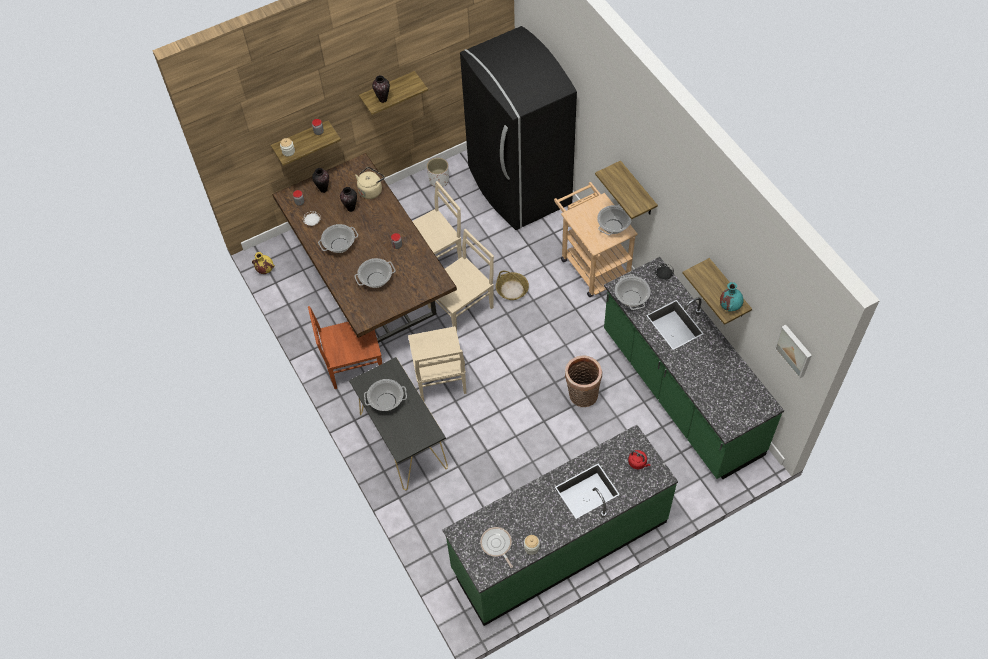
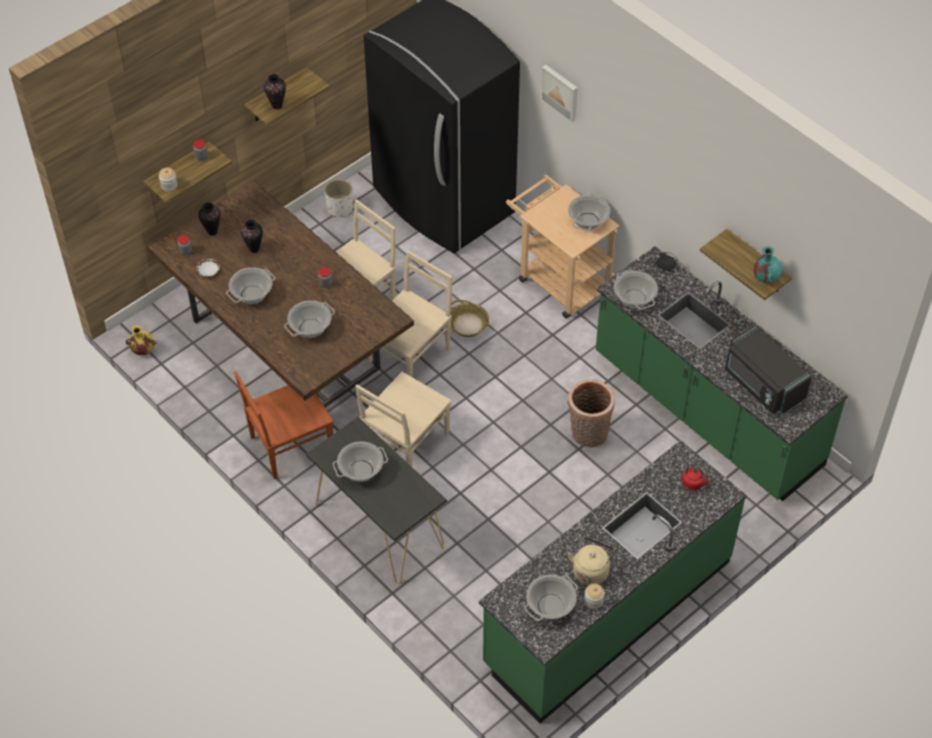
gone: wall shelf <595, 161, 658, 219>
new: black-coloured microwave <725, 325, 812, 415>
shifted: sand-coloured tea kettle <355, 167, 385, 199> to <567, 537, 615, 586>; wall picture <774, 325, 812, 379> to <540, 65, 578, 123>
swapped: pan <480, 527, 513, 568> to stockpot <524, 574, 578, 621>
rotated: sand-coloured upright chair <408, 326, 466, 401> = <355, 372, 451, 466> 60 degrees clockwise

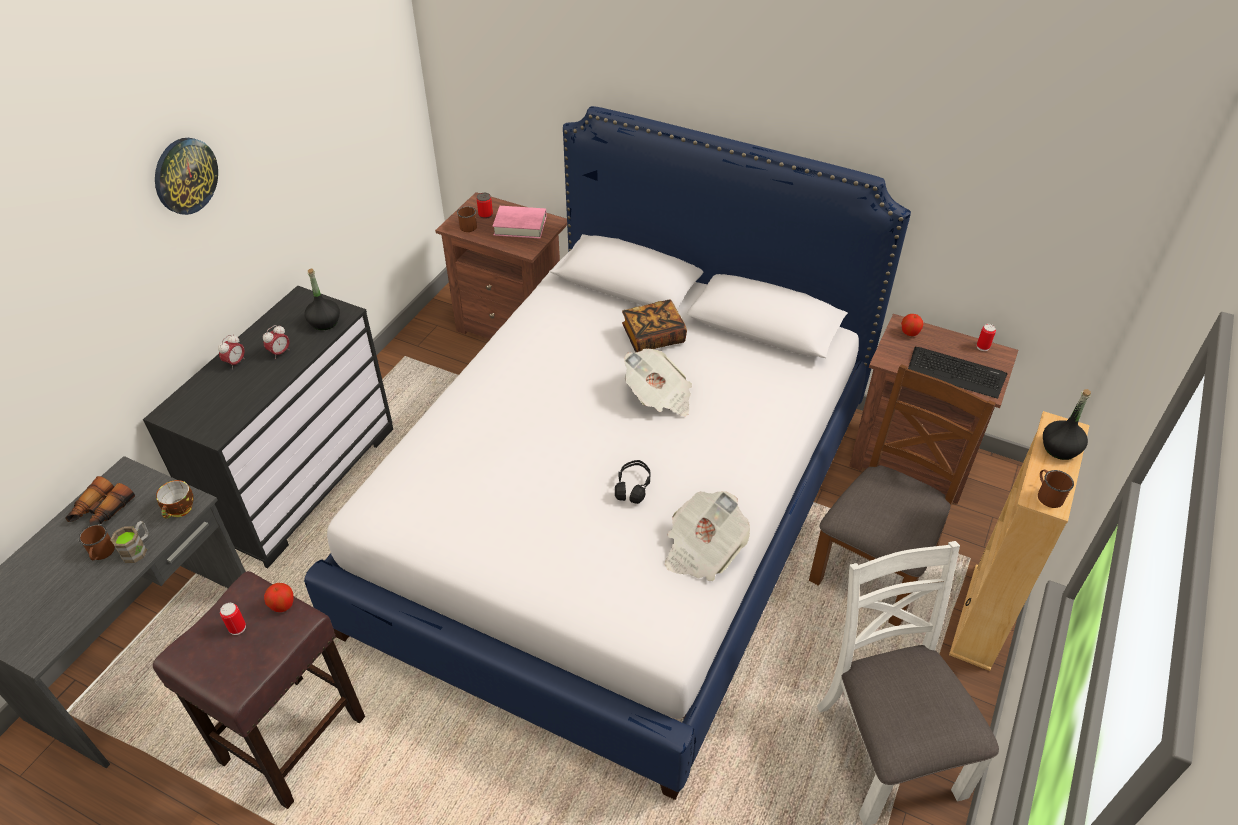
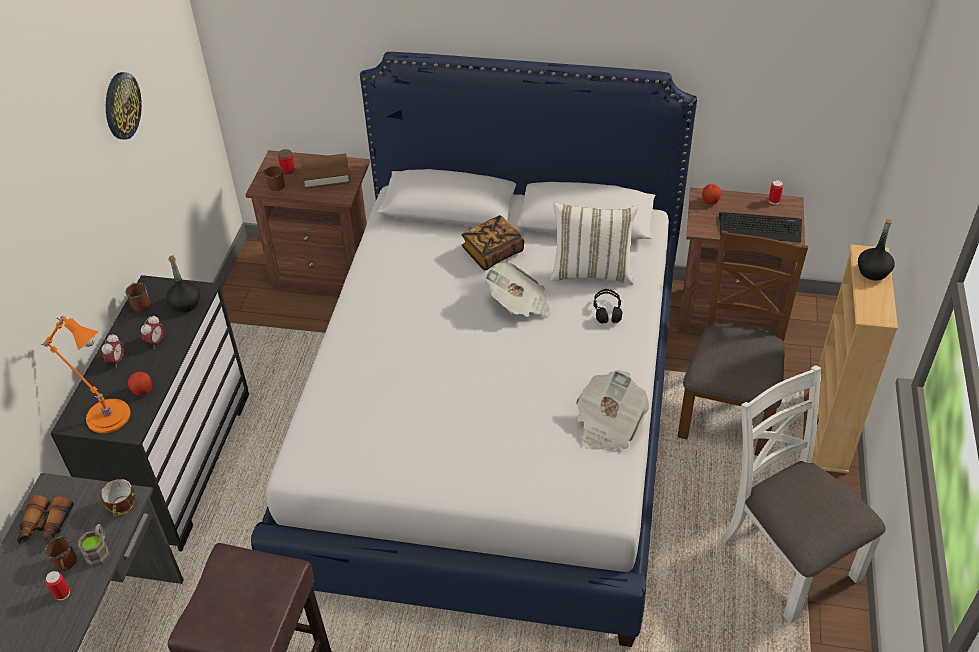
new: orangey tabletop lamp <41, 316, 130, 433>; whitish throw pillow <550, 203, 638, 285>
shifted: hanging clock <155, 138, 218, 215> to <106, 72, 142, 140>; sealed can <220, 603, 246, 635> to <46, 571, 70, 600>; apple fruit <264, 583, 294, 612> to <128, 372, 152, 395>; black-coloured pair of headphones <615, 460, 651, 504> to <594, 289, 622, 323>; brown tea mug <1038, 470, 1074, 508> to <125, 283, 151, 311>
repainted: pink-coloured book <493, 206, 546, 239> to brown book <301, 153, 350, 189>

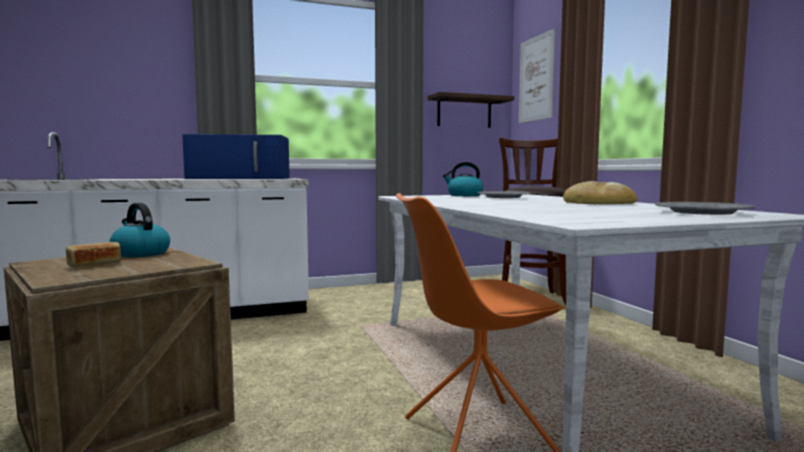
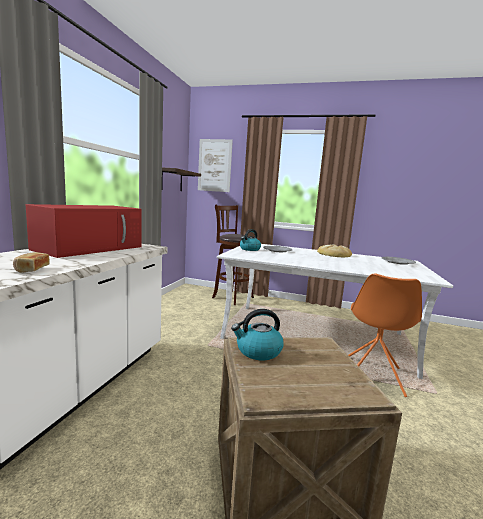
shifted: bread <66, 242, 122, 266> to <13, 252, 50, 273>
repainted: blue microwave <182, 134, 290, 179> to reddish microwave <26, 204, 142, 258>

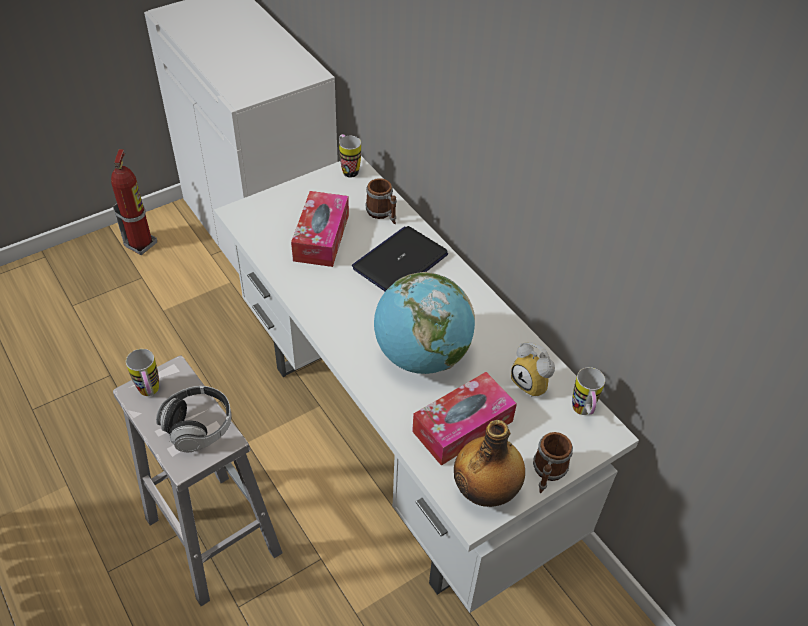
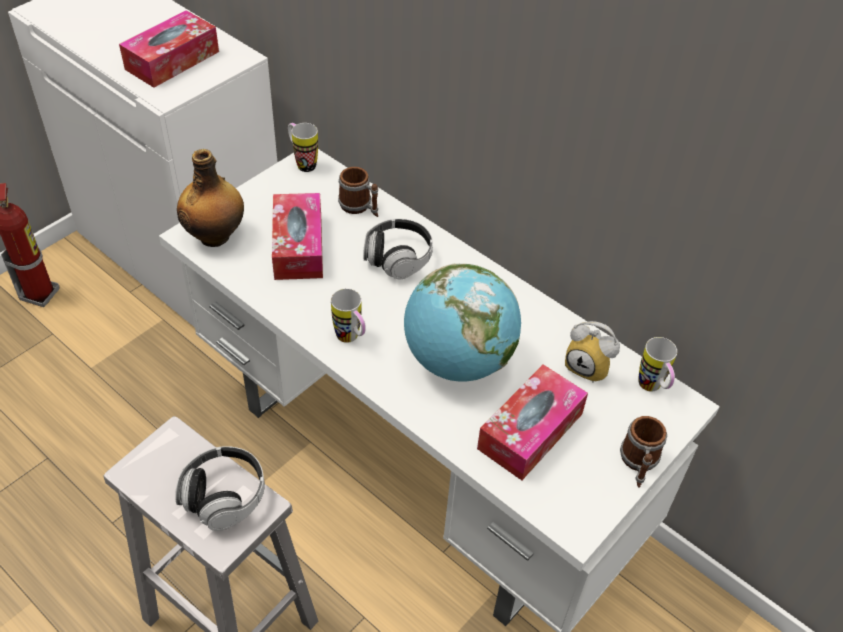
new: box of tissues <119, 10, 219, 88>
shifted: tea mug <126, 349, 159, 396> to <331, 288, 366, 343>; drink bottle <454, 420, 525, 507> to <177, 149, 244, 247>
swapped: portable computer <352, 226, 448, 291> to pair of headphones <363, 219, 433, 279>

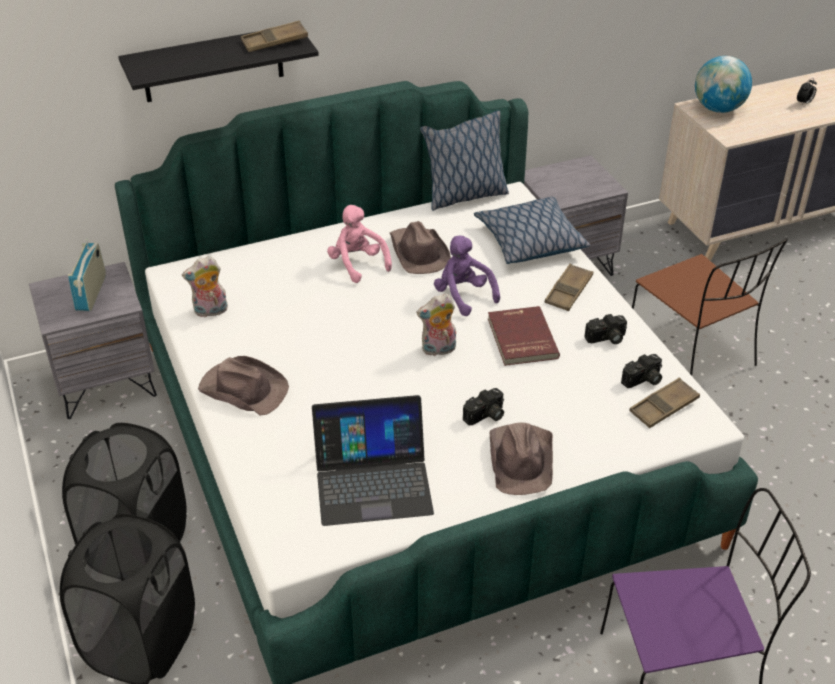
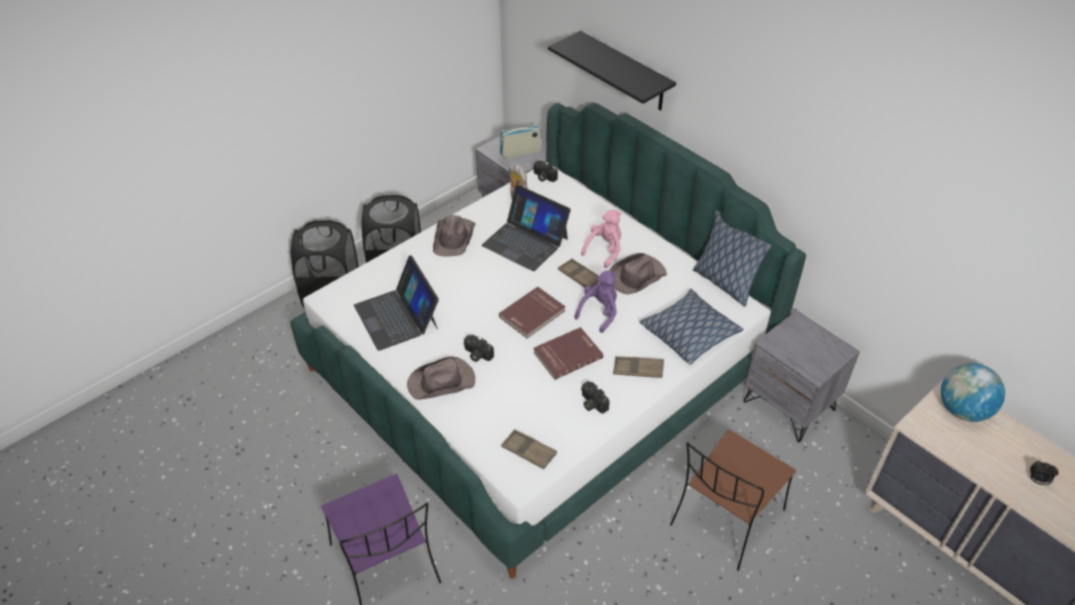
new: portable computer <482, 185, 571, 271>
shifted: brown serving tray <241, 21, 308, 52> to <558, 258, 599, 288>; still camera <621, 354, 662, 388> to <533, 161, 558, 182>
swapped: soft toy <416, 293, 456, 356> to reddish book <499, 287, 566, 338>

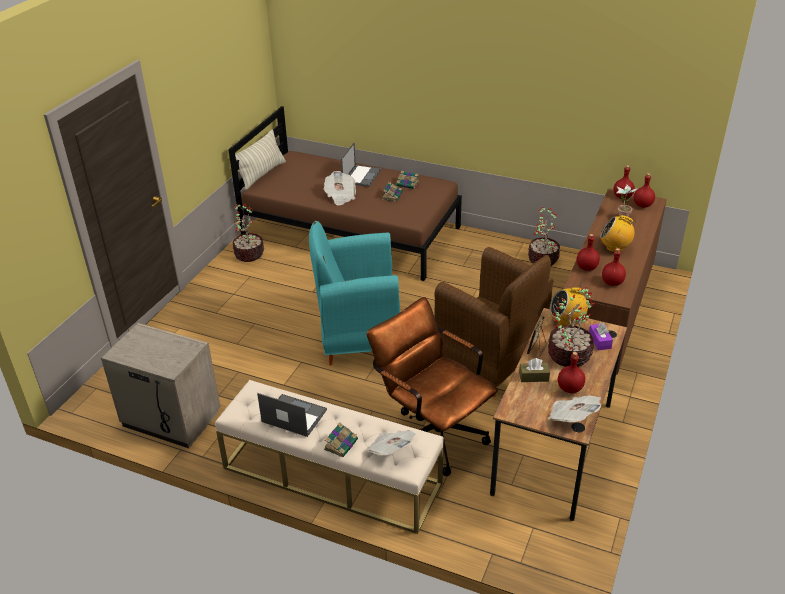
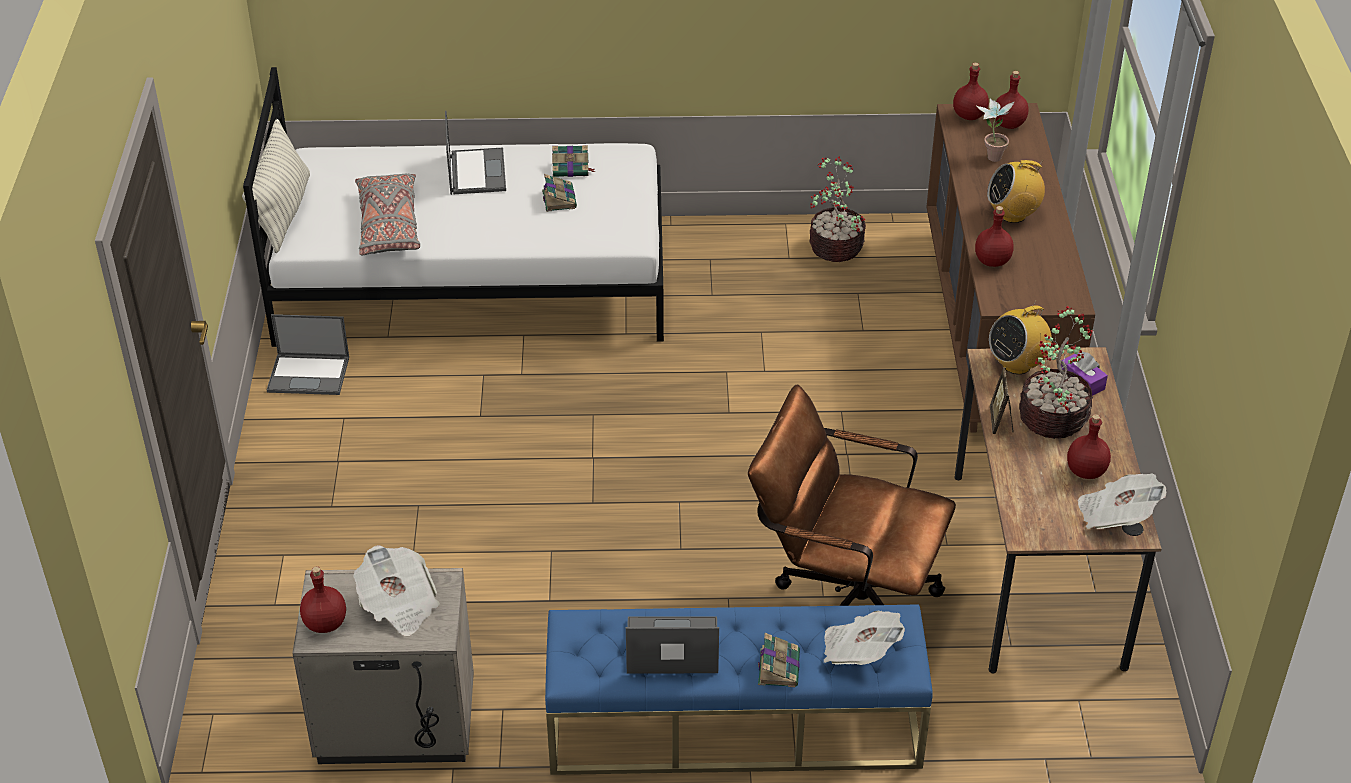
gone: blue-green armchair <309, 221, 400, 366>; brown armchair <434, 247, 553, 397>; brown box of tissues <519, 358, 550, 382>
new: gray throw pillow <355, 174, 420, 255>
shifted: daily paper <324, 171, 356, 206> to <353, 545, 440, 636>; reddish drink bottle <602, 248, 626, 286> to <300, 566, 346, 633>
swapped: plant in a pot <233, 204, 264, 262> to portable computer <267, 314, 349, 395>
repainted: sand-coloured indoor bench <215, 380, 444, 534> to blue indoor bench <545, 604, 933, 775>; brown bed <228, 106, 462, 281> to whitish bed <243, 67, 664, 347>

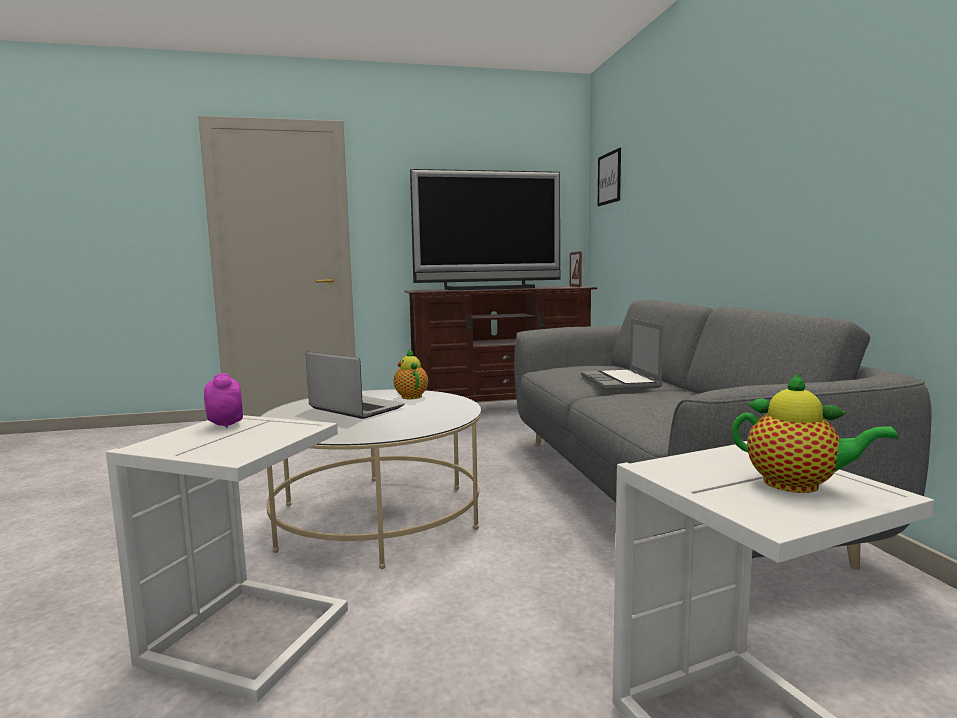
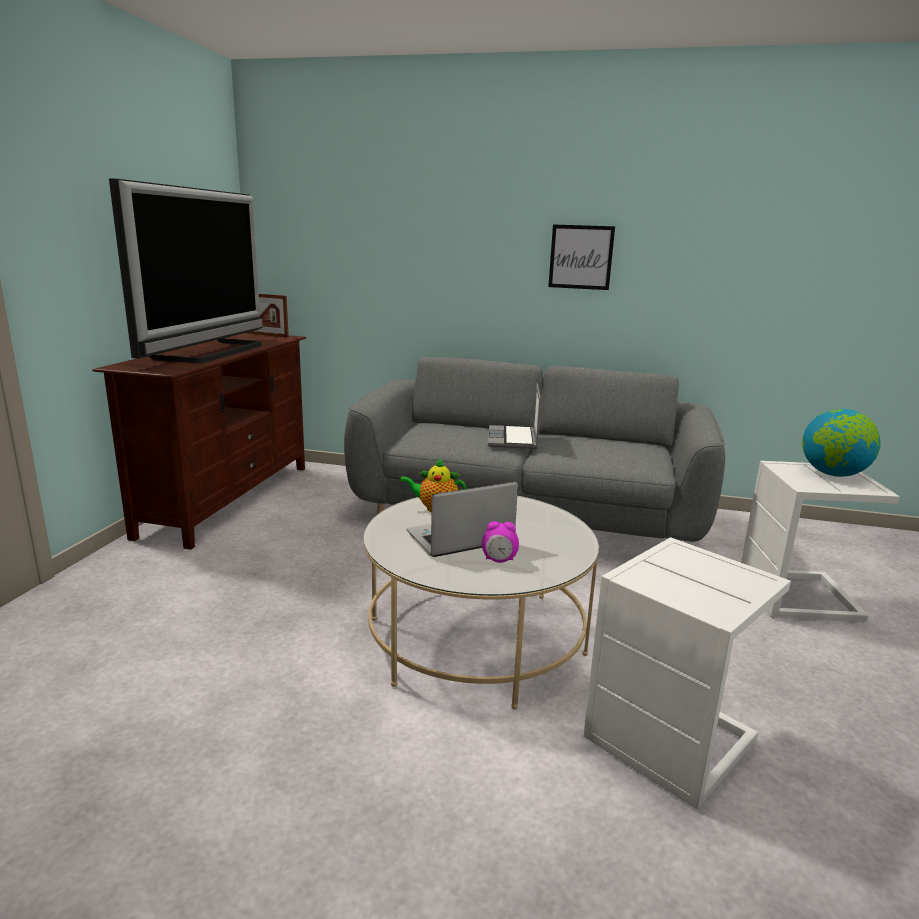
shifted: table clock <204, 373, 243, 428> to <482, 521, 519, 563>; wall picture <598, 148, 621, 206> to <548, 224, 615, 290>
swapped: pot for tea <732, 372, 898, 493> to globe <802, 409, 881, 477>
rotated: portable computer <581, 319, 663, 390> = <488, 383, 541, 449> 75 degrees clockwise

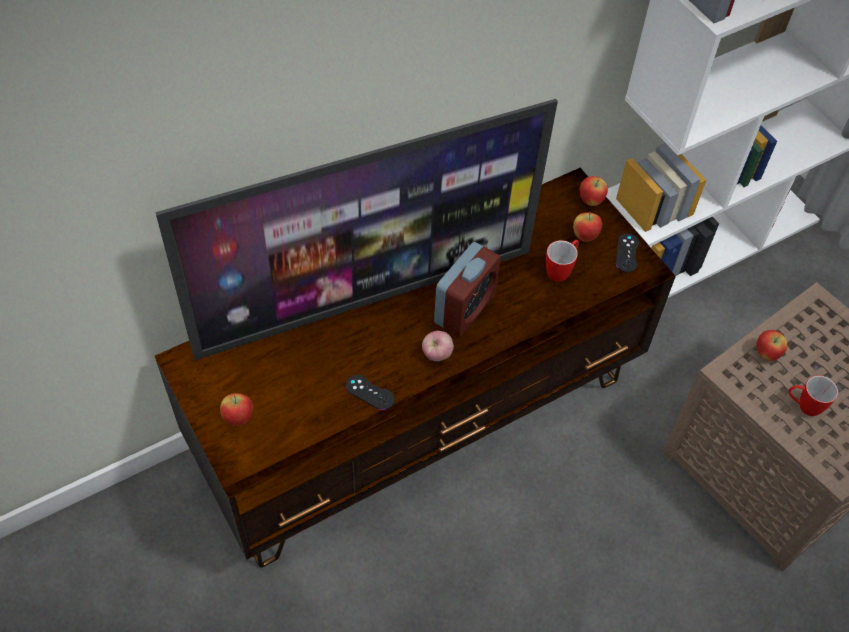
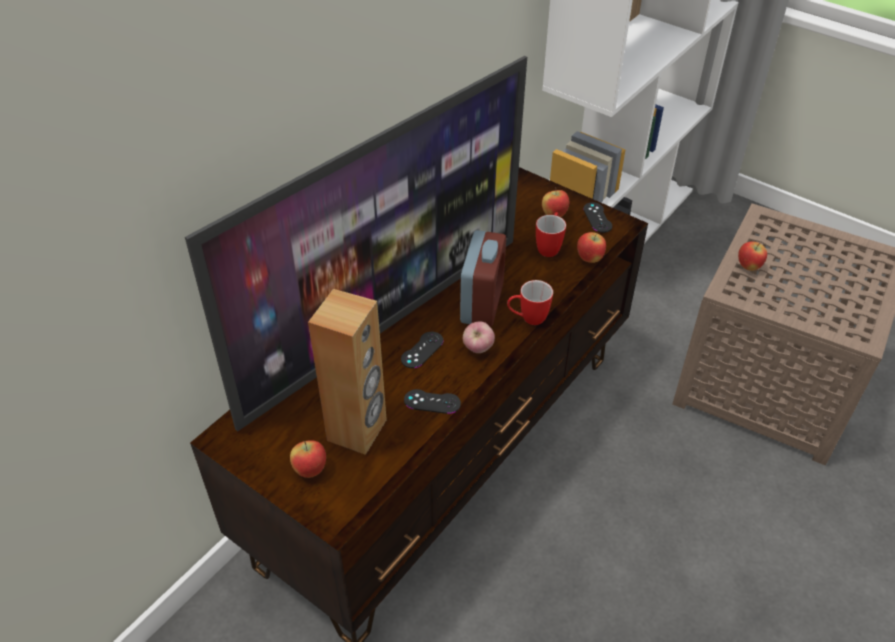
new: brown speaker <308, 289, 387, 455>; black-coloured gamepad <401, 332, 443, 368>
shifted: apple fruit <580, 176, 608, 206> to <577, 232, 606, 263>; tea mug <788, 375, 838, 416> to <507, 280, 553, 325>

